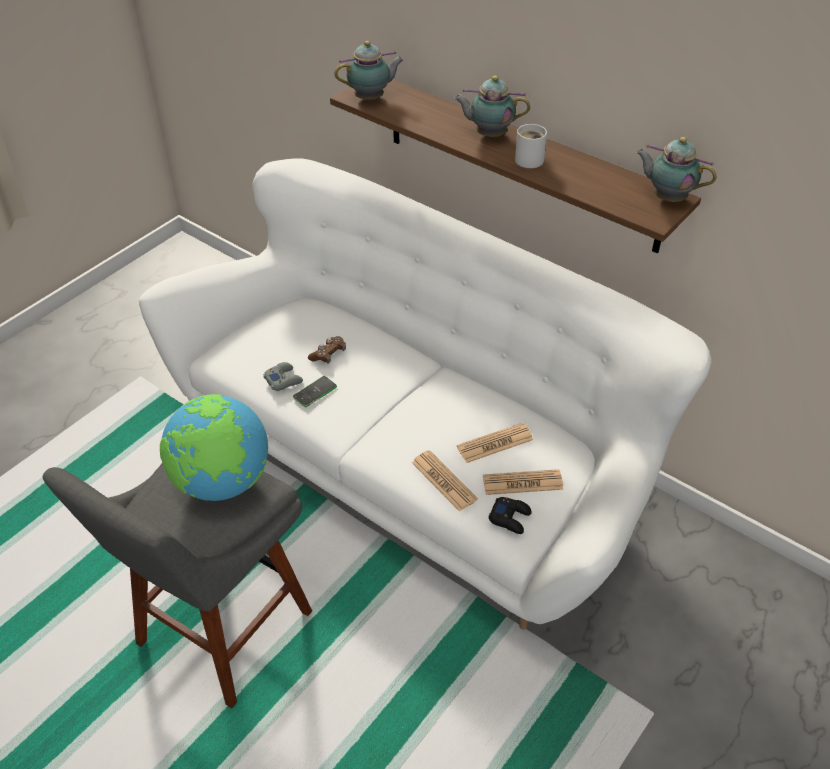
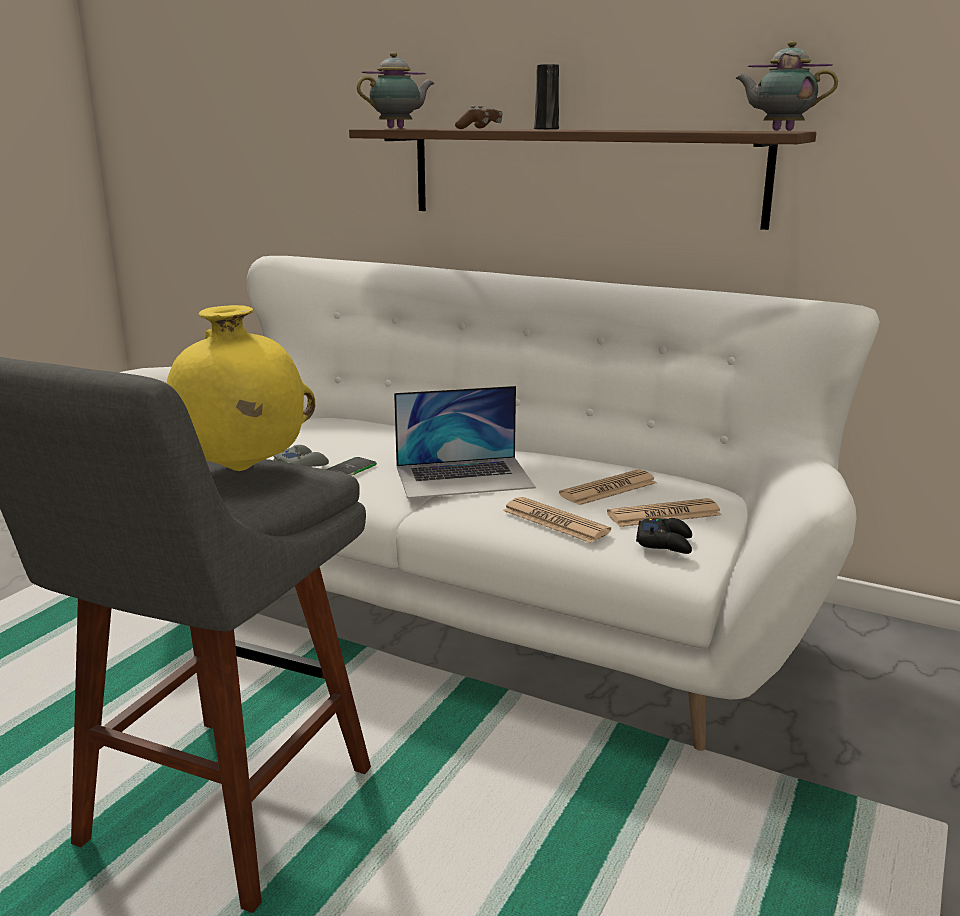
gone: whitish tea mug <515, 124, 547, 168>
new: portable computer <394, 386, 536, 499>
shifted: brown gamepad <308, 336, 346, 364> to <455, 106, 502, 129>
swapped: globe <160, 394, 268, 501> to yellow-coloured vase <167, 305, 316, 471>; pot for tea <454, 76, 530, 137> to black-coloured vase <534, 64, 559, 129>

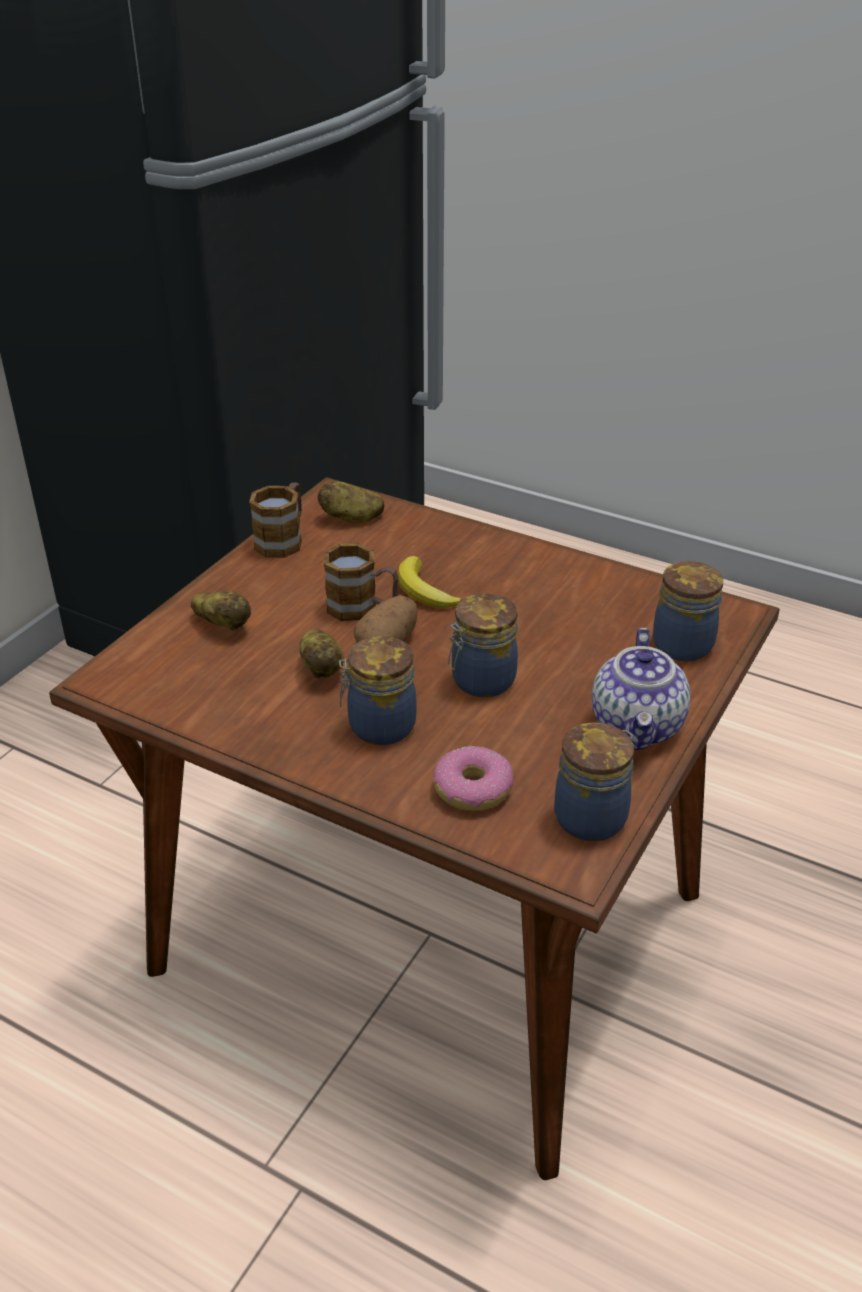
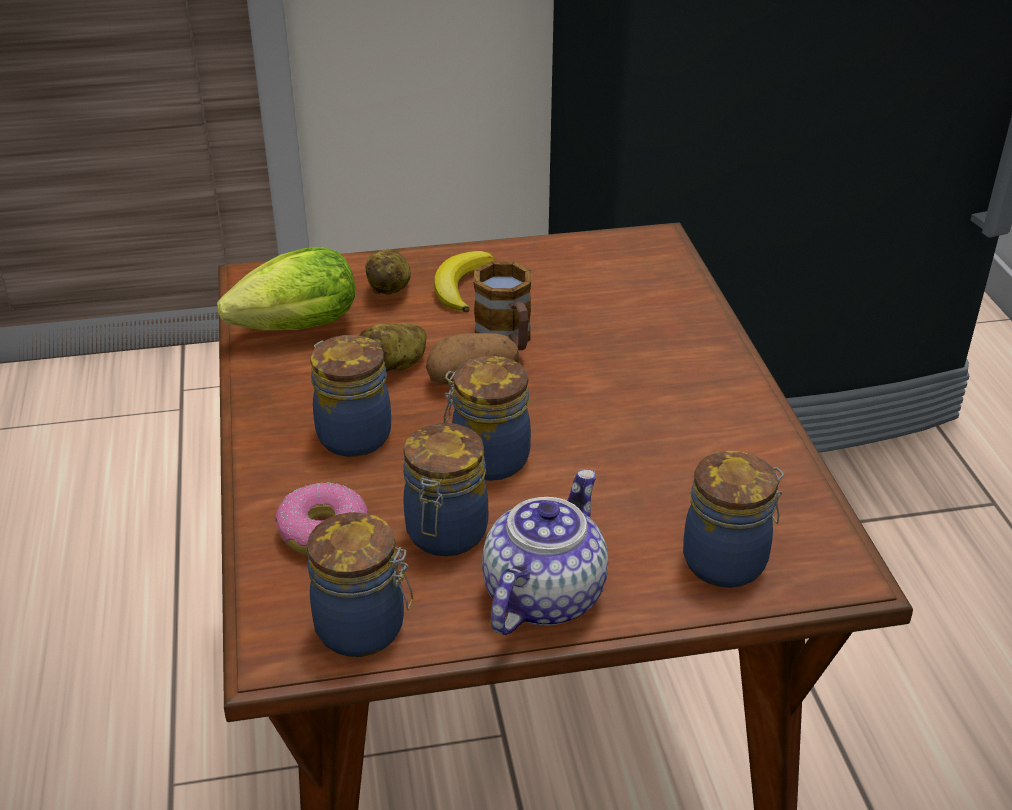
gone: tea mug <249, 483, 302, 558>; spud <318, 481, 385, 523>
new: lettuce head <217, 247, 355, 330>; preserve jar <403, 423, 488, 556>
shifted: banana <398, 556, 462, 608> to <434, 251, 495, 312>
rotated: pot for tea <592, 628, 691, 750> = <482, 469, 608, 635> 150 degrees clockwise

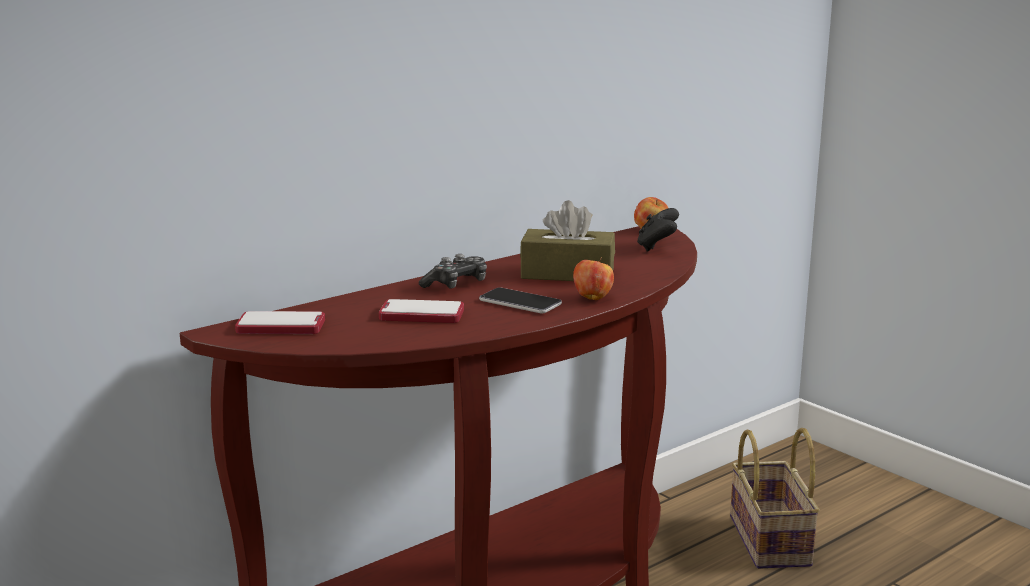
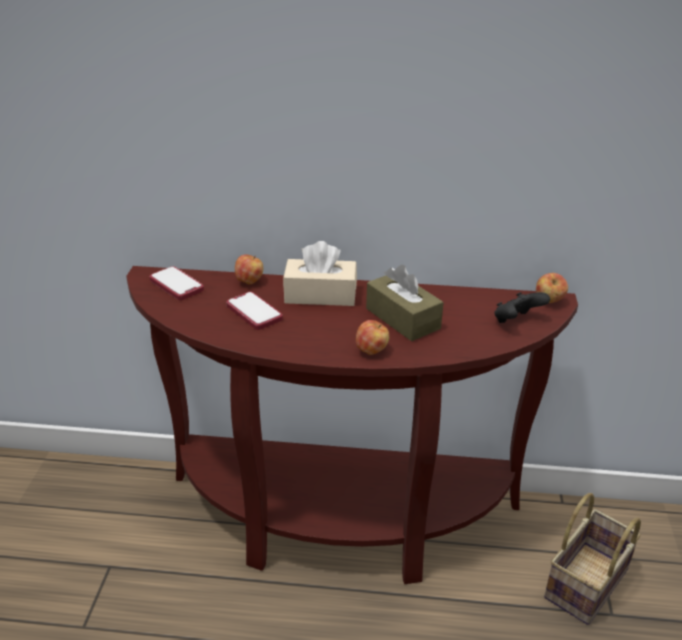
gone: telephone <479, 287, 562, 313>
new: apple fruit <235, 255, 263, 285>
swapped: gamepad <419, 254, 487, 289> to sand-coloured box of tissues <283, 241, 357, 306>

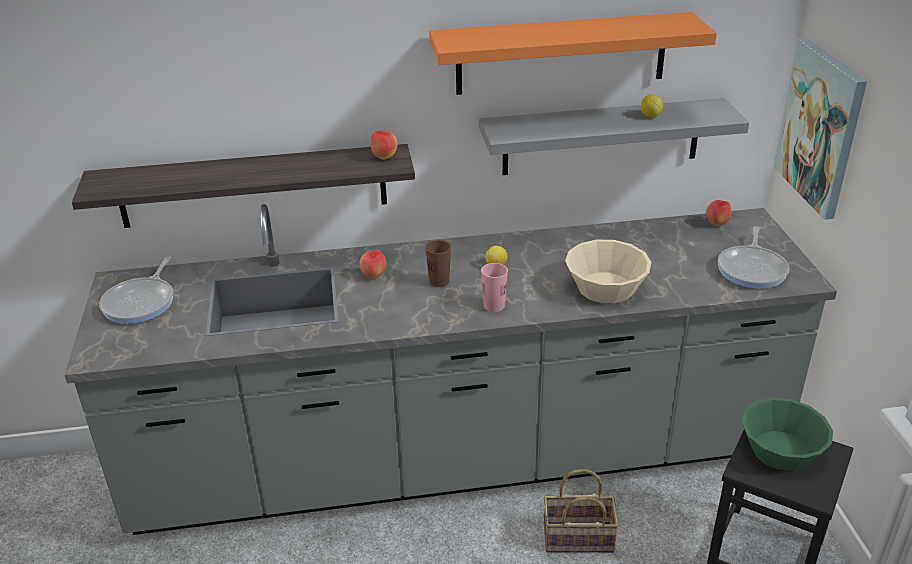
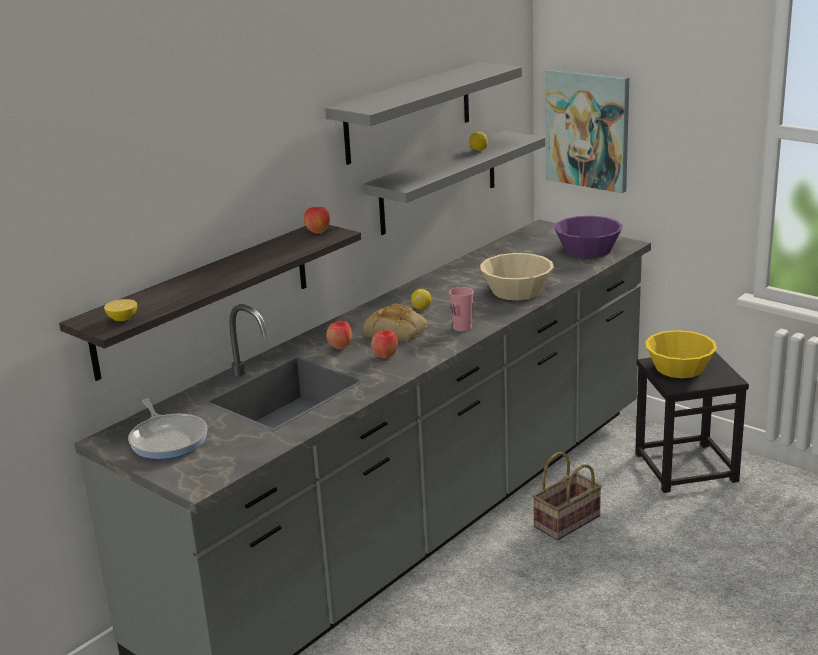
new: lemon <104, 299, 137, 321>
shifted: apple fruit <706, 200, 732, 226> to <371, 330, 398, 359>
swapped: brown cup <425, 240, 451, 287> to bread <363, 303, 428, 342>; pan <718, 227, 789, 289> to purplish bowl <554, 216, 623, 258>
repainted: orangey wall shelf <429, 12, 717, 95> to gray wall shelf <325, 62, 522, 165>; green bowl <742, 397, 833, 471> to yellow-coloured bowl <645, 330, 717, 378>

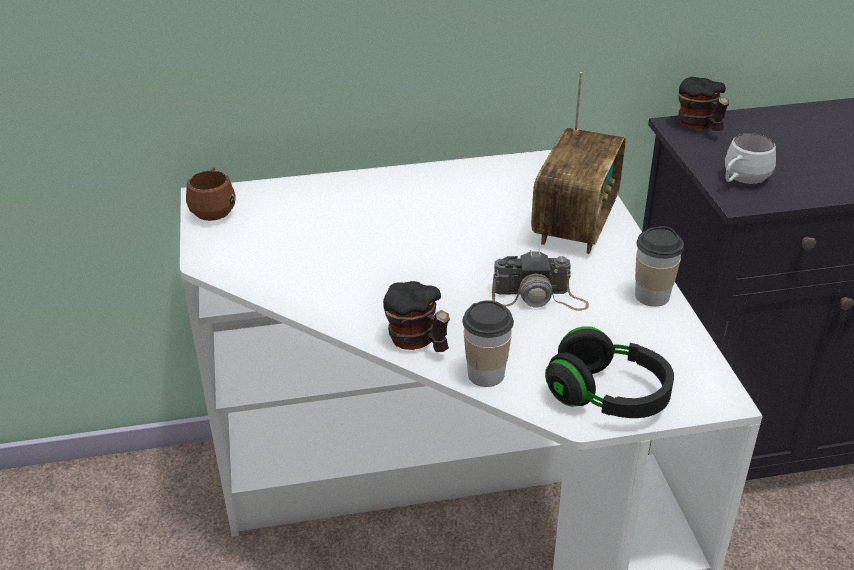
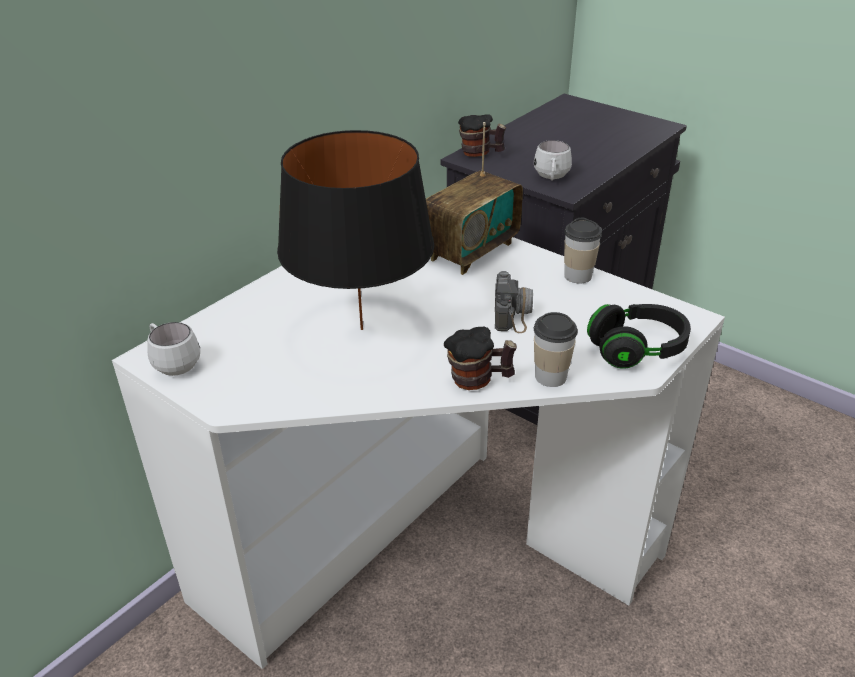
new: black-coloured tabletop lamp <277, 130, 434, 330>
repainted: brown tea mug <186, 167, 236, 221> to whitish tea mug <147, 322, 200, 376>
rotated: still camera <492, 250, 589, 311> = <495, 271, 533, 333> 45 degrees counterclockwise; radio <531, 72, 626, 254> = <426, 122, 523, 275> 60 degrees clockwise

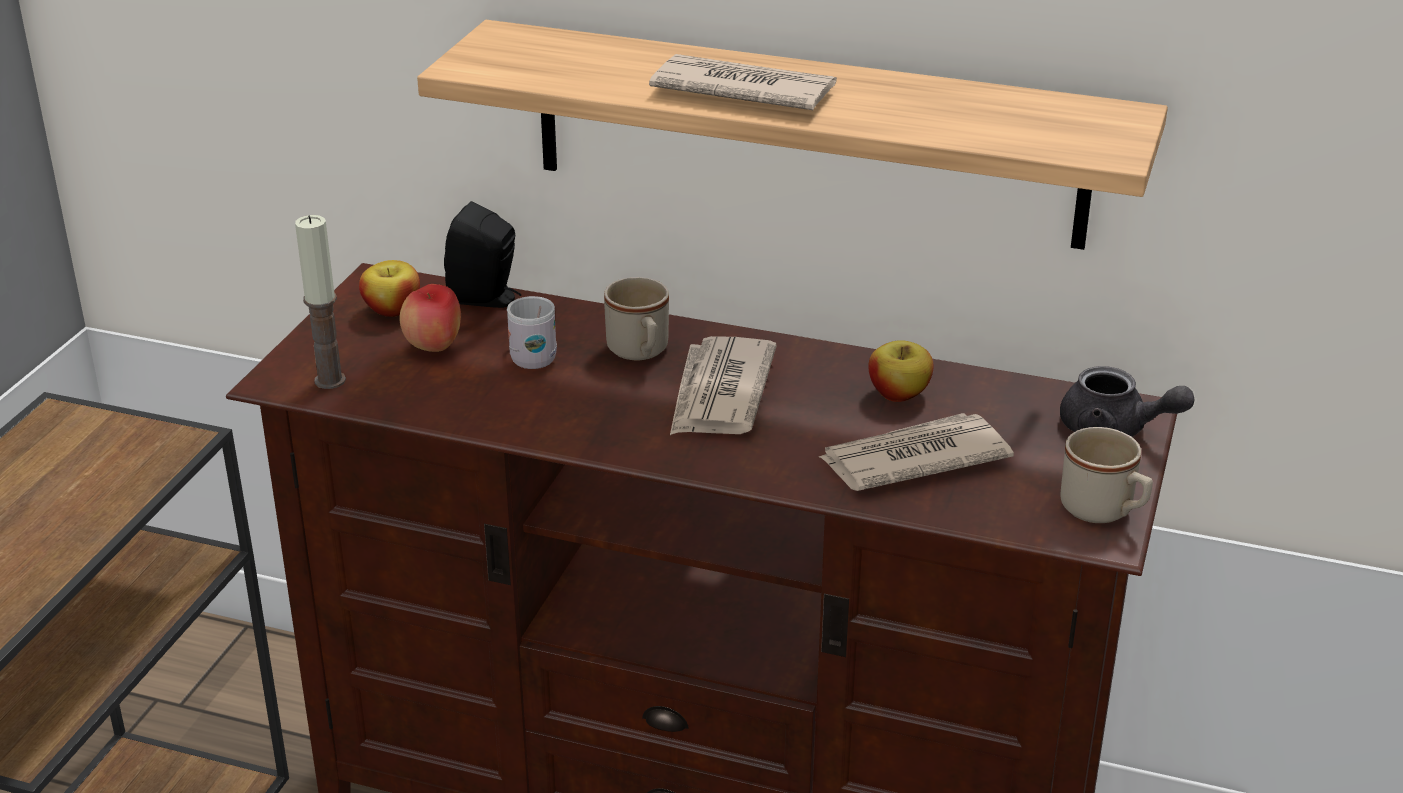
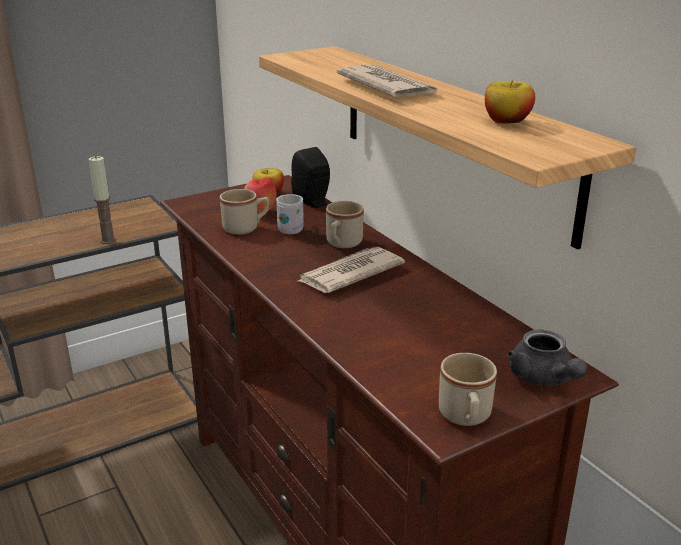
gone: daily paper <819, 413, 1014, 491>
new: sand-coloured tea mug <220, 189, 269, 235>
shifted: candle <295, 215, 346, 389> to <89, 155, 116, 244>; apple fruit <868, 340, 934, 402> to <485, 81, 535, 124>

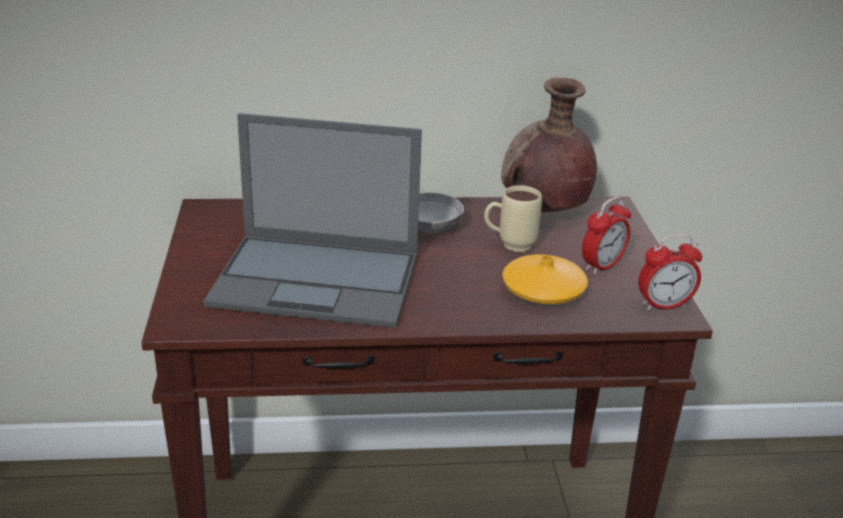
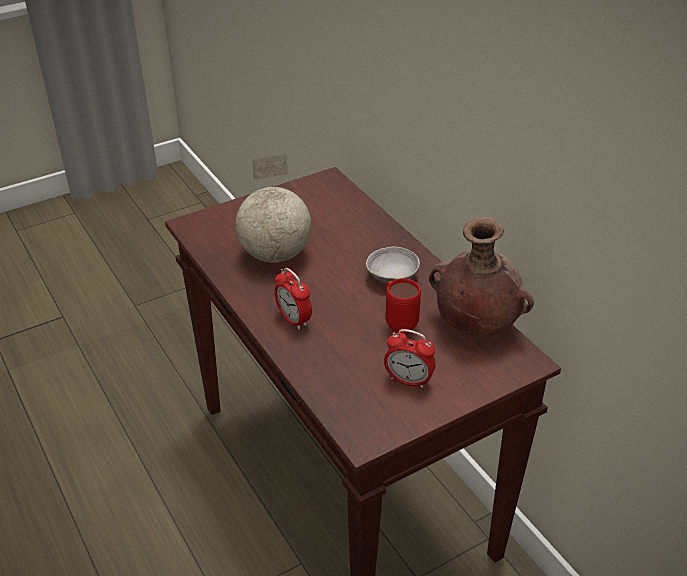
gone: orangey vase <502, 254, 588, 304>
shifted: table clock <638, 234, 702, 311> to <274, 268, 312, 330>
swapped: portable computer <203, 113, 422, 328> to globe <236, 153, 311, 263>
repainted: sand-coloured tea mug <484, 185, 542, 252> to reddish tea mug <386, 278, 421, 334>

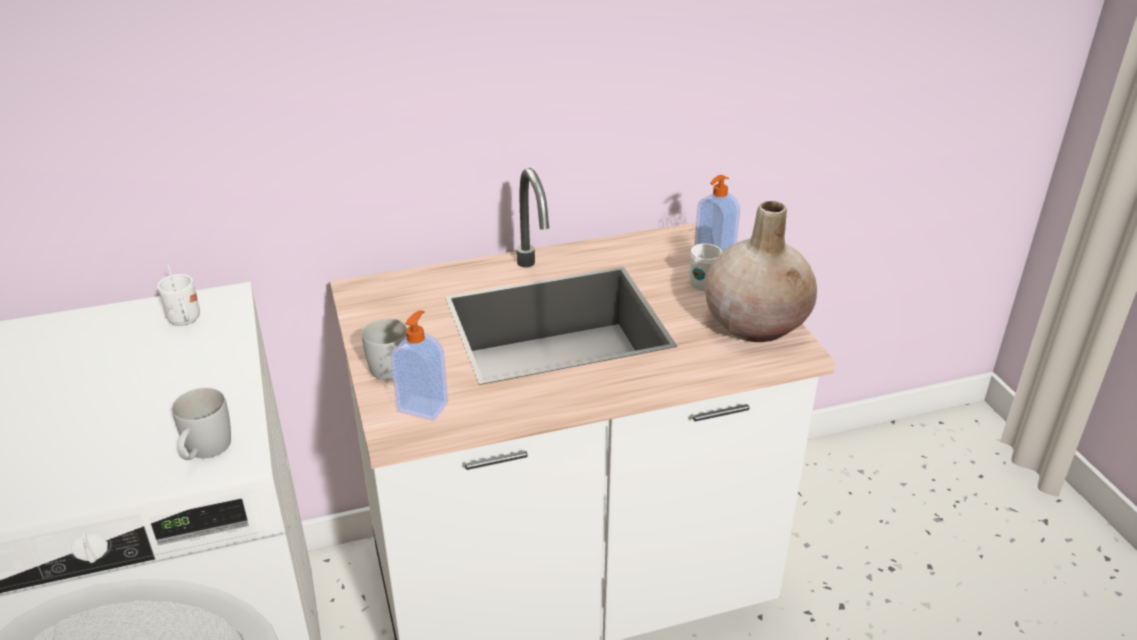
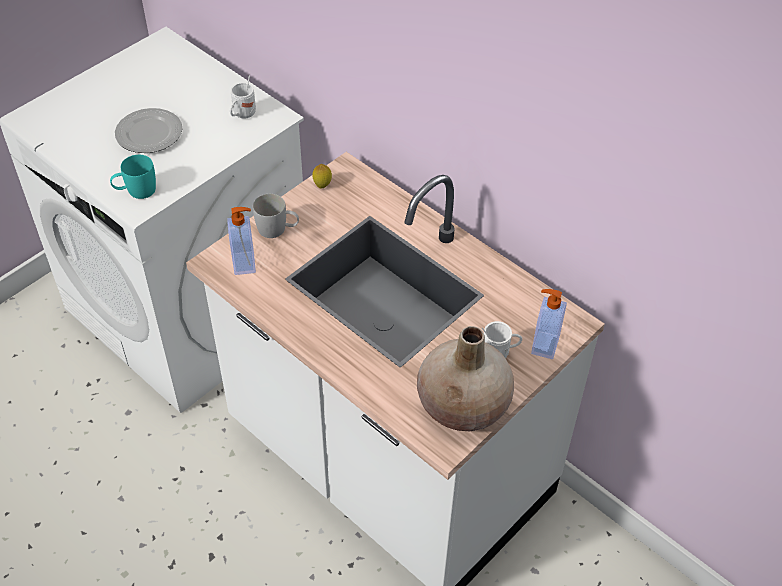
new: plate <115, 108, 183, 153>; lemon <312, 164, 332, 188>
repainted: whitish tea mug <172, 388, 231, 460> to blue-green tea mug <110, 155, 156, 199>

